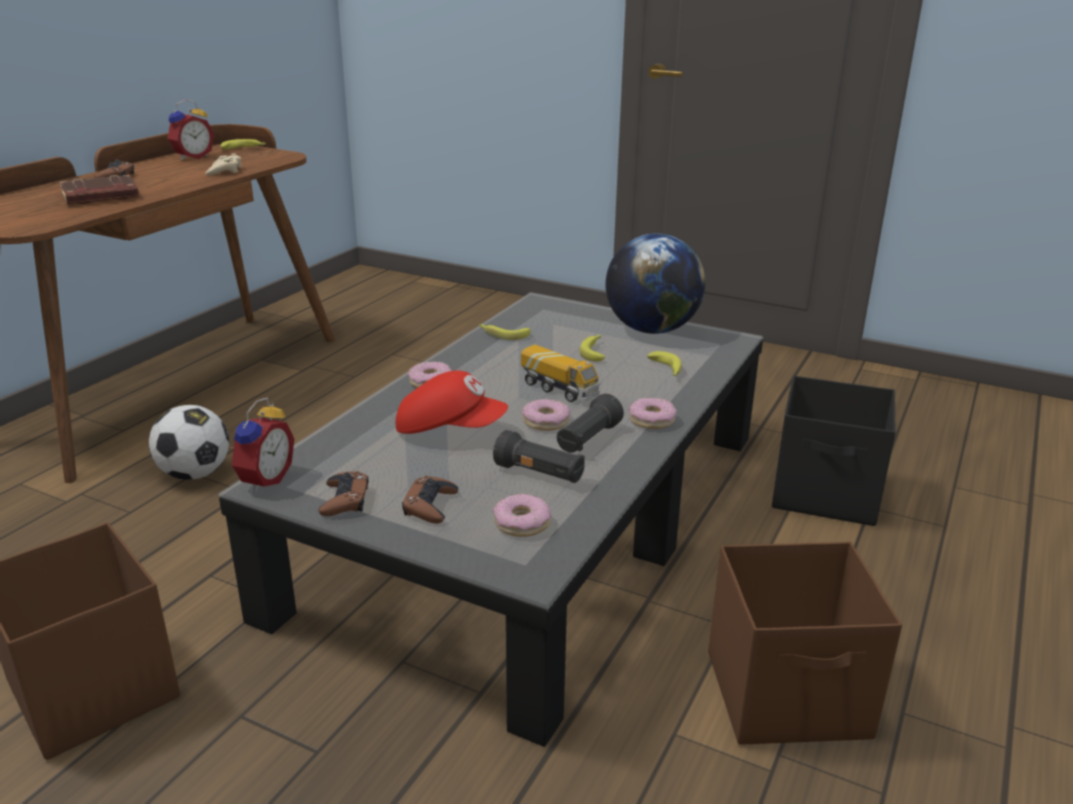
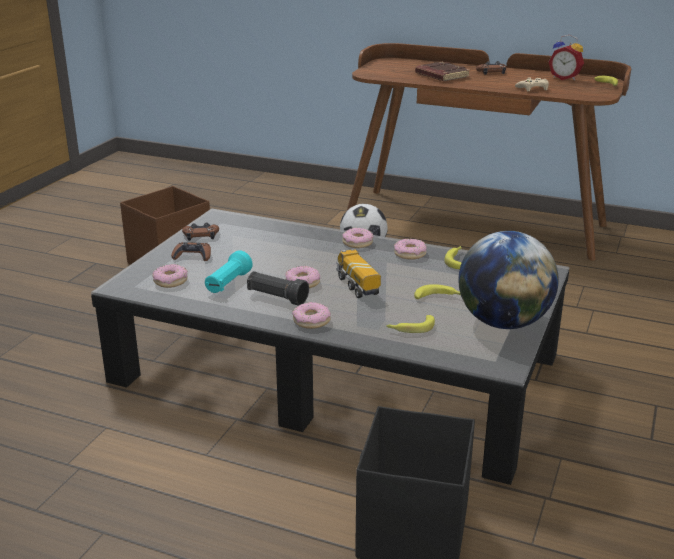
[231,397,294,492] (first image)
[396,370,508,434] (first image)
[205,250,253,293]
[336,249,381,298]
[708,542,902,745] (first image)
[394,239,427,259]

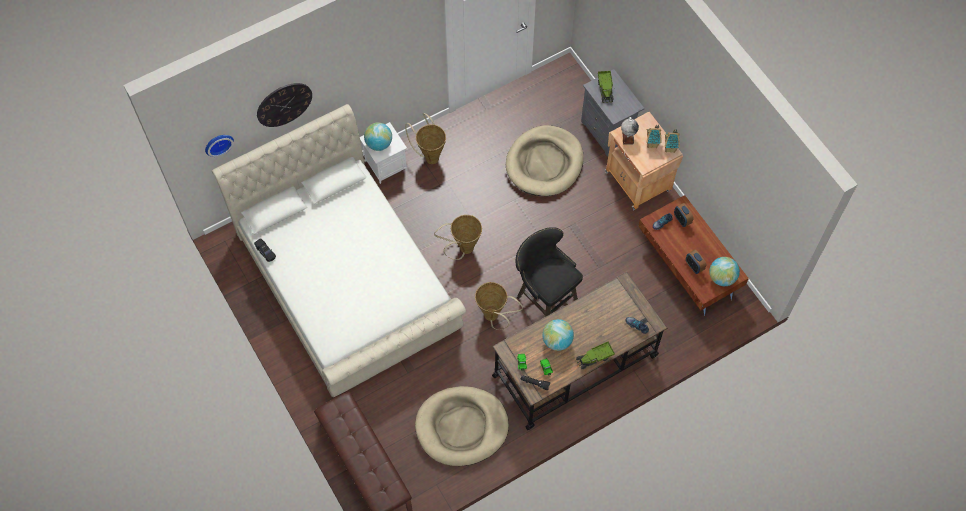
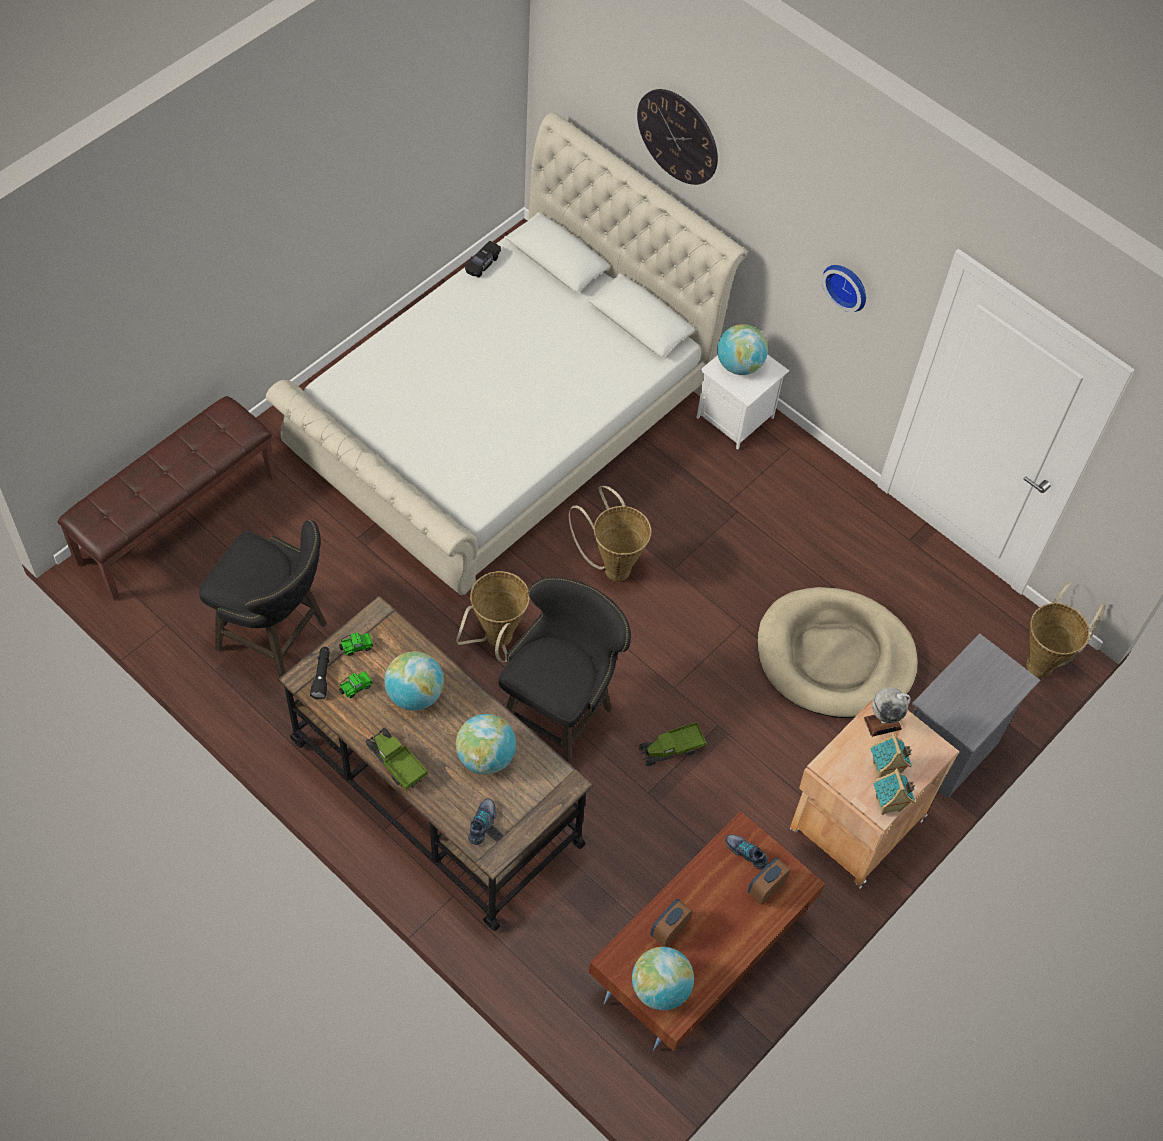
[822,265,866,312]
[1026,582,1105,678]
[199,520,327,678]
[639,722,706,767]
[456,714,516,775]

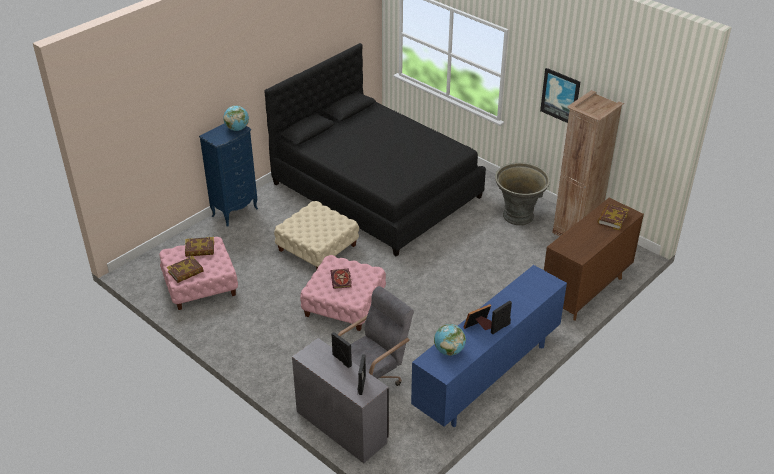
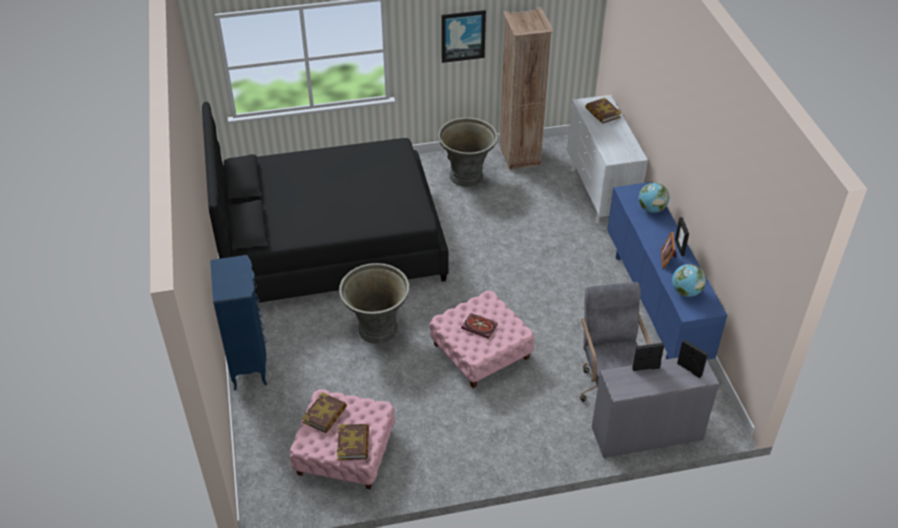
[639,183,669,213]
[339,263,409,344]
[567,95,648,223]

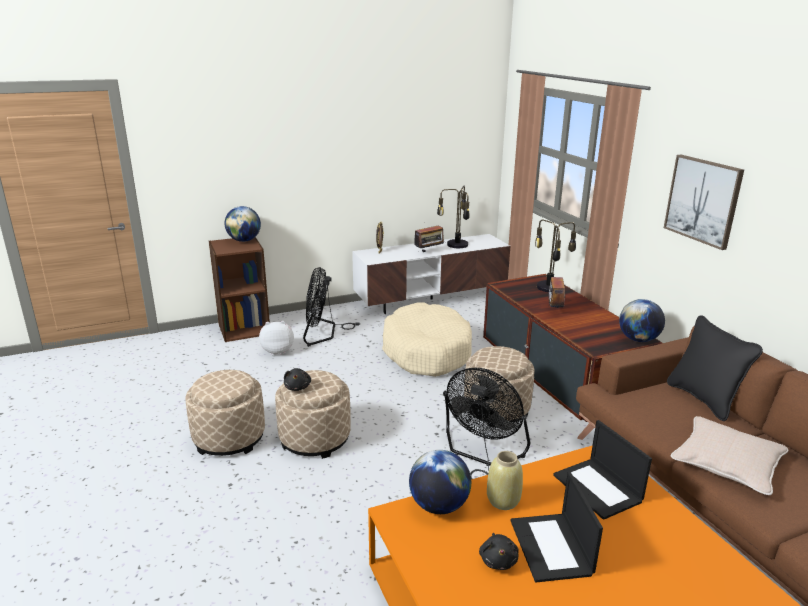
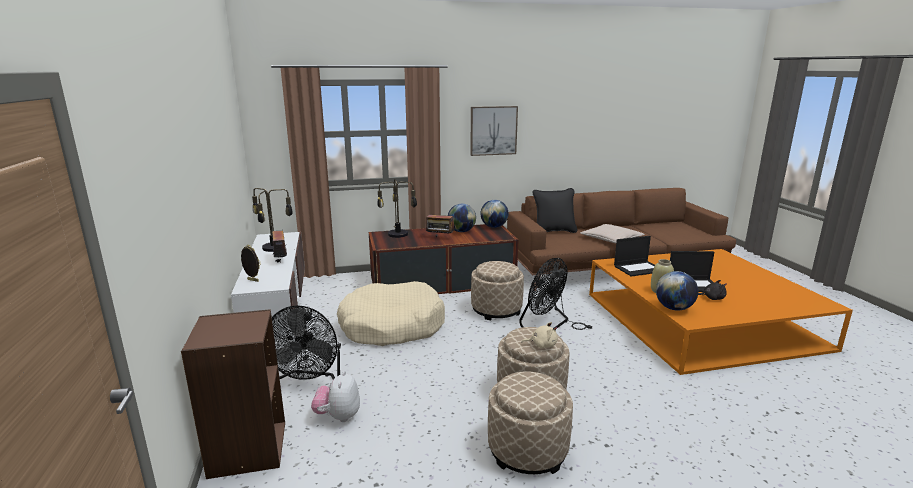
[448,204,476,232]
[521,322,558,348]

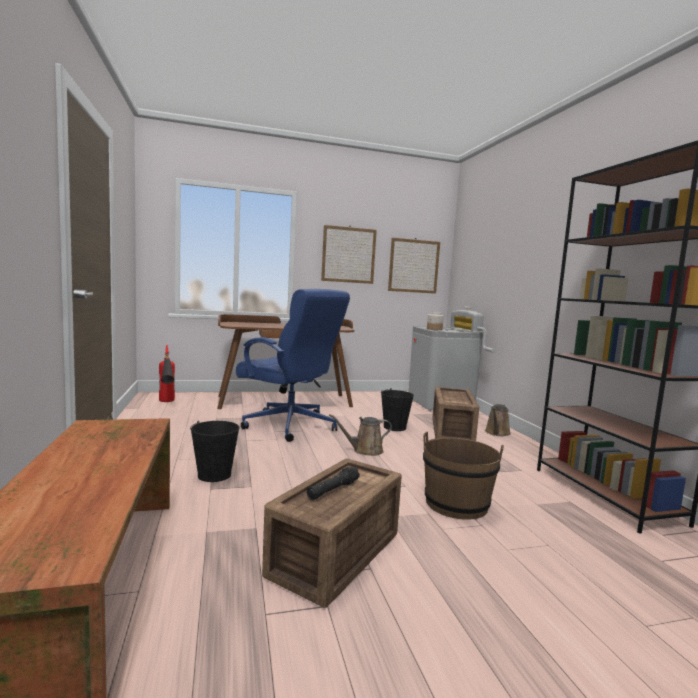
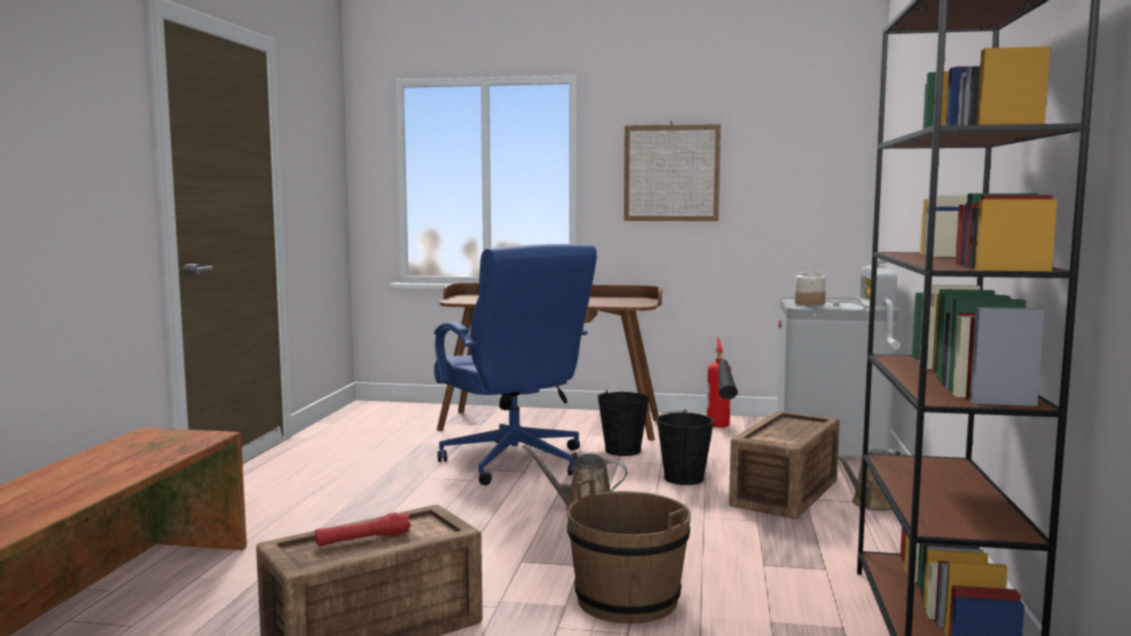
[707,338,738,428]
[597,390,649,456]
[315,512,411,546]
[388,238,440,294] (first image)

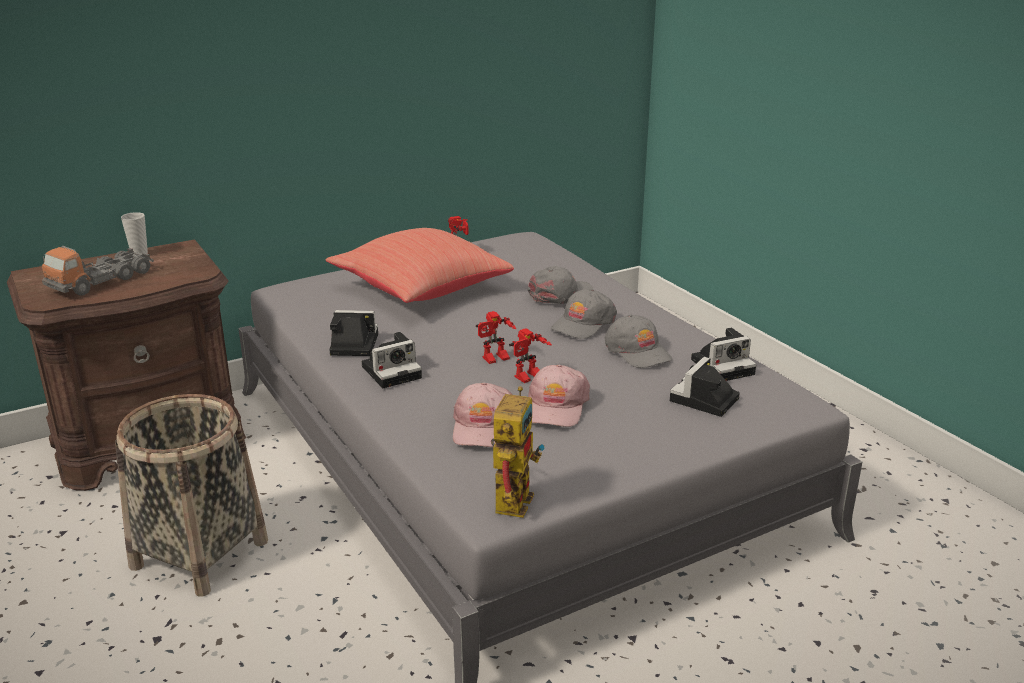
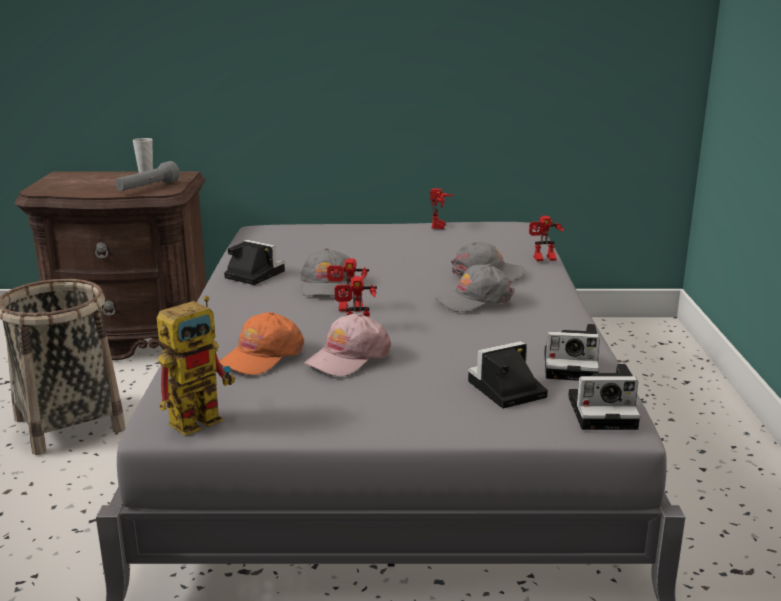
[42,246,154,296] (first image)
[326,228,514,303] (first image)
[568,364,640,430]
[219,312,304,375]
[301,248,355,297]
[115,161,180,191]
[529,216,563,261]

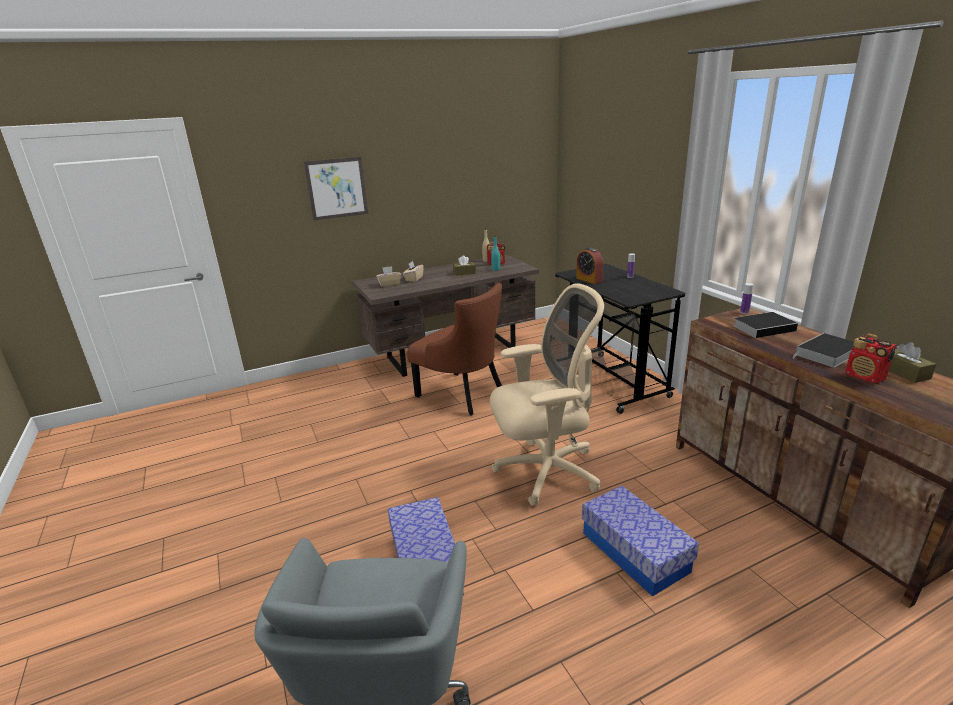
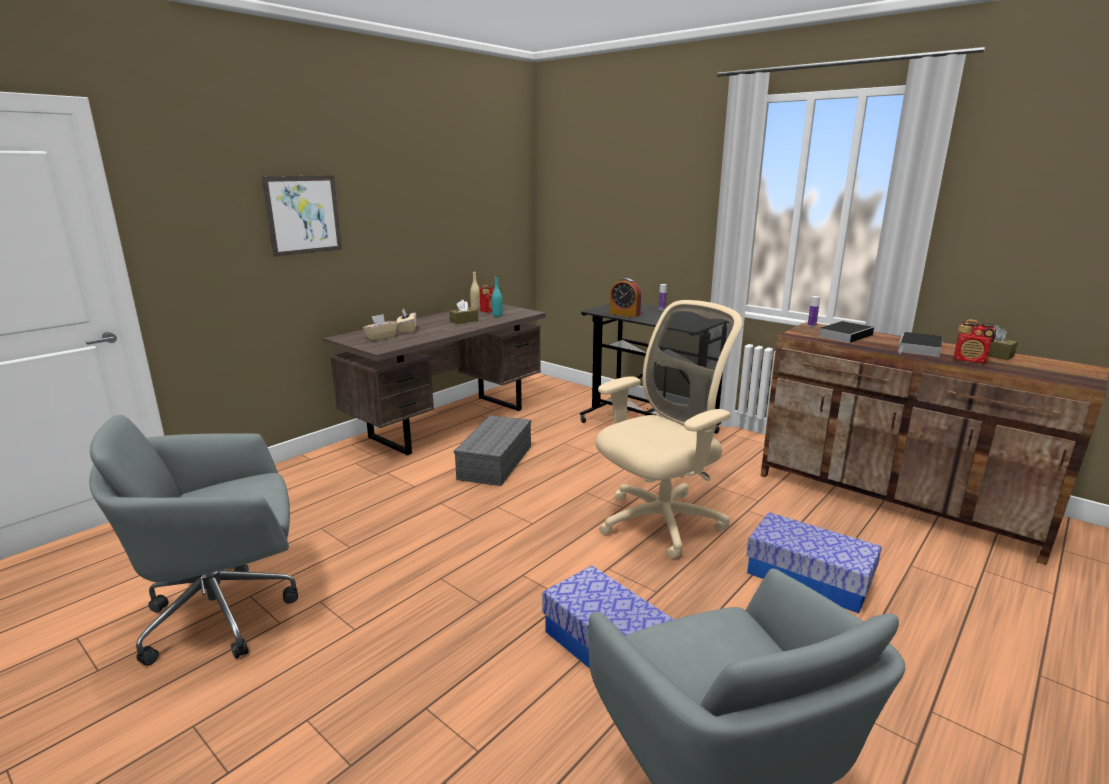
[454,415,531,486]
[89,415,298,666]

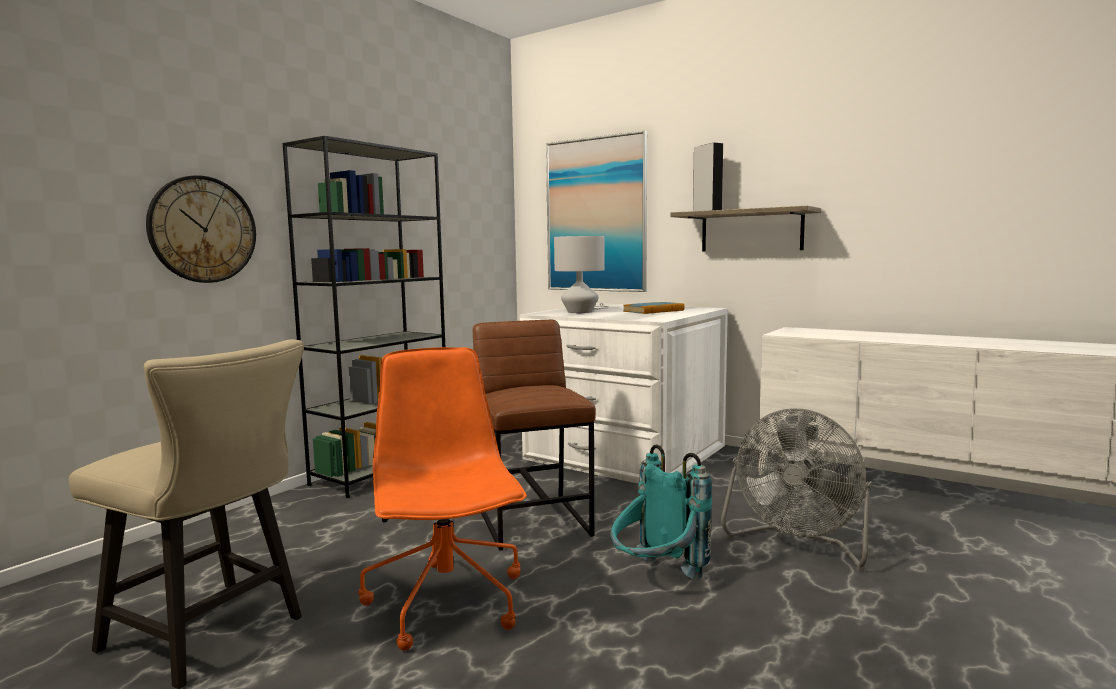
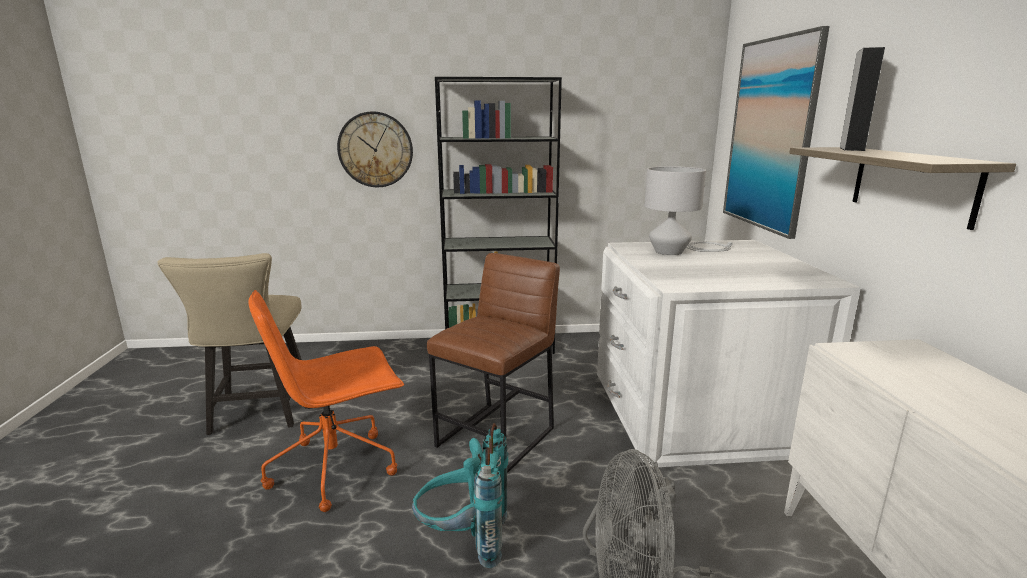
[248,290,404,512]
[623,302,684,314] (first image)

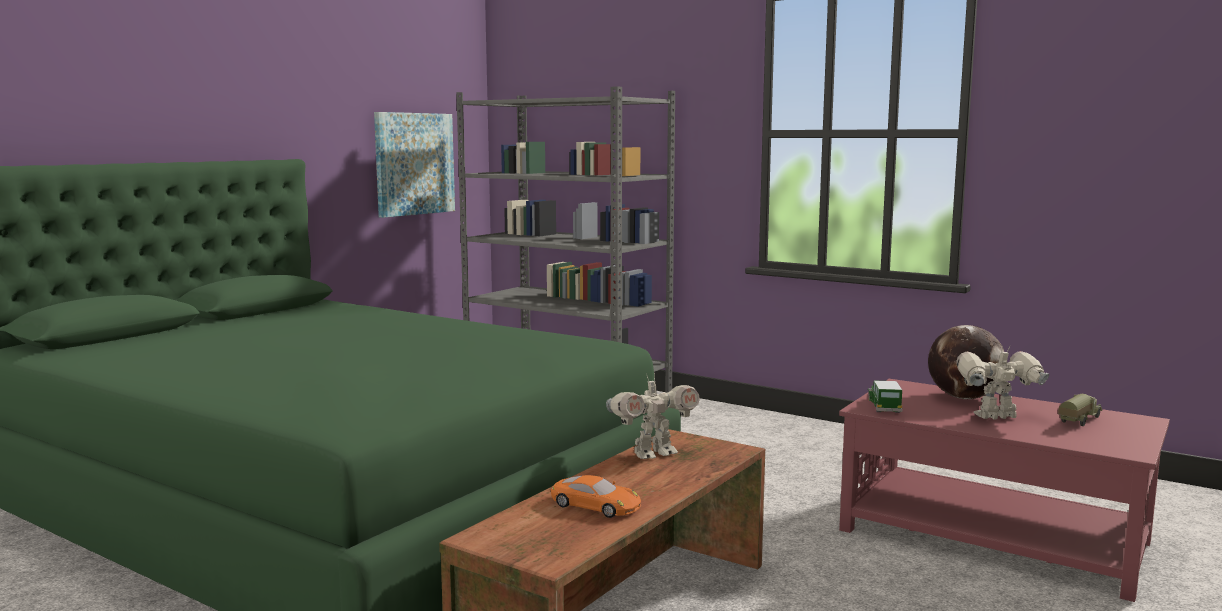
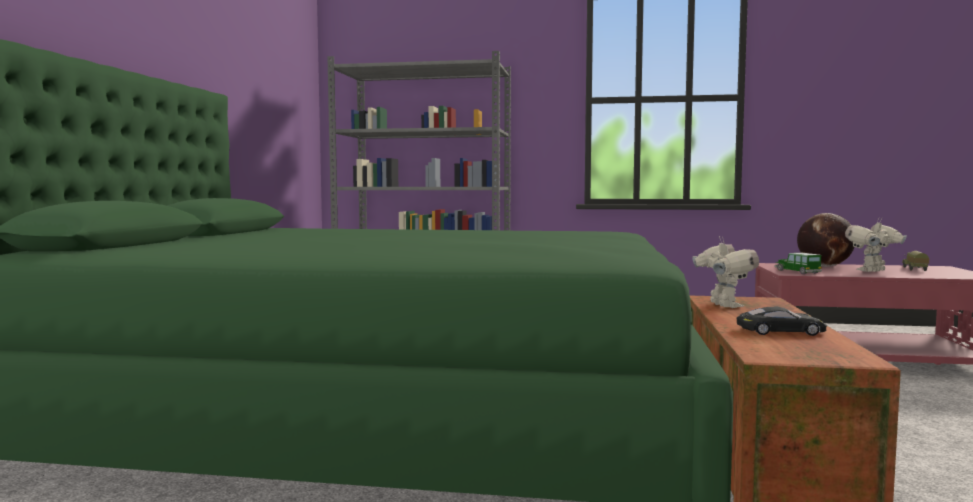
[374,112,455,218] (first image)
[737,307,827,336]
[692,236,759,308]

